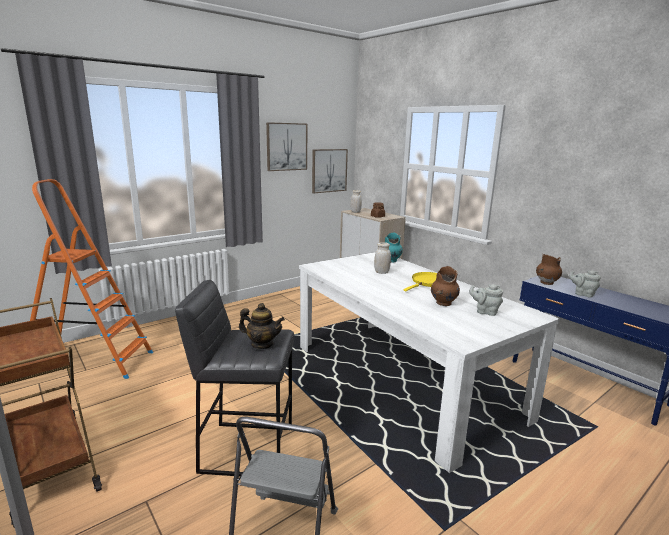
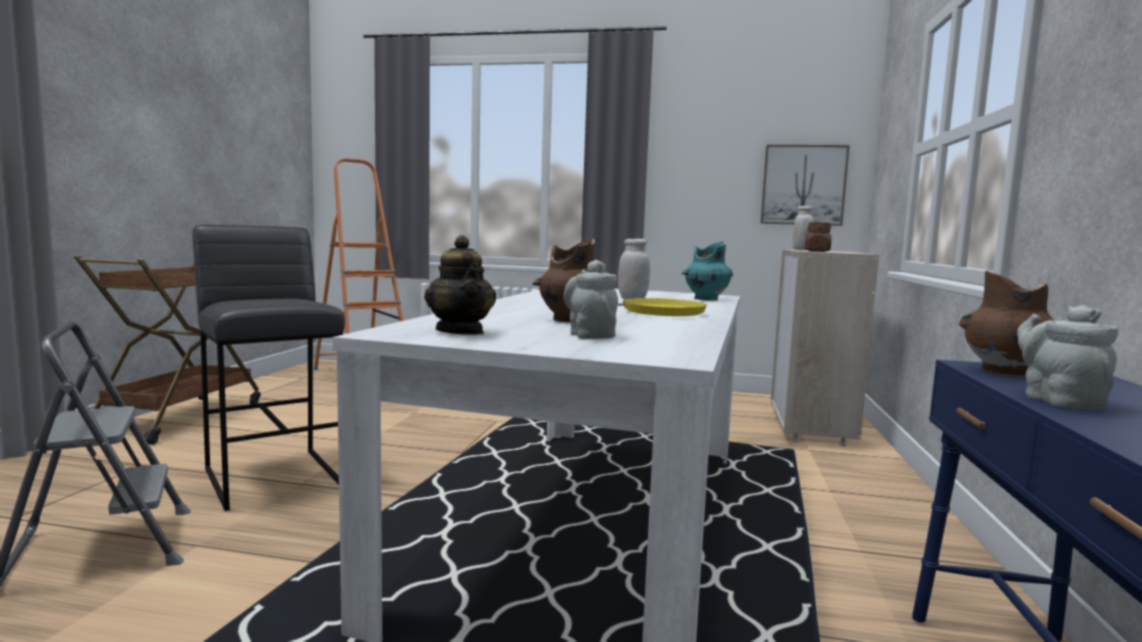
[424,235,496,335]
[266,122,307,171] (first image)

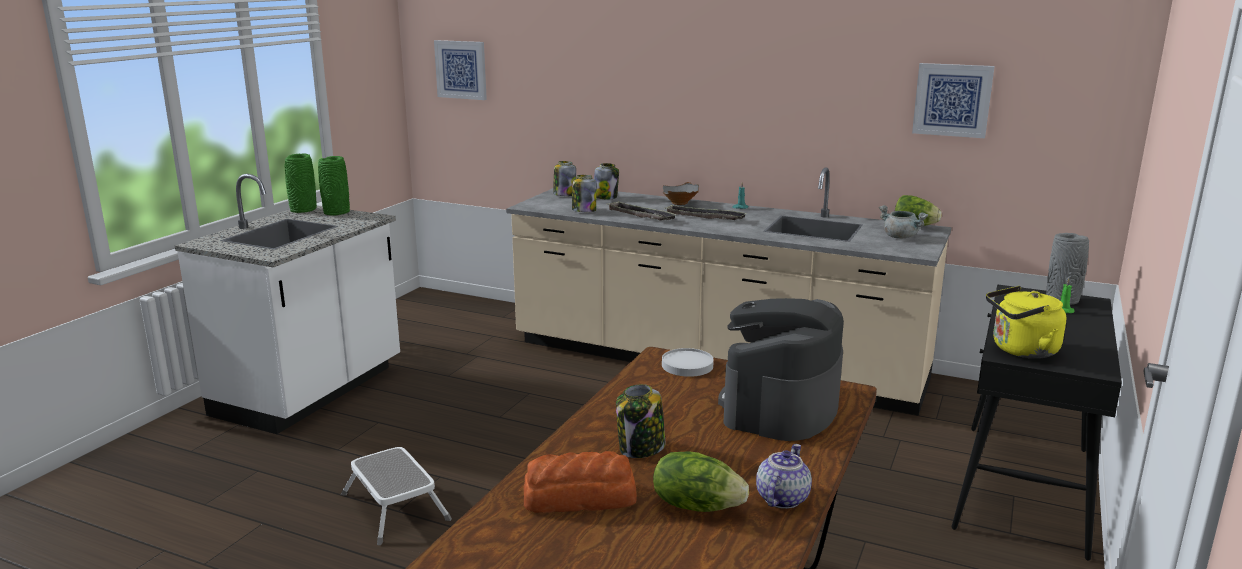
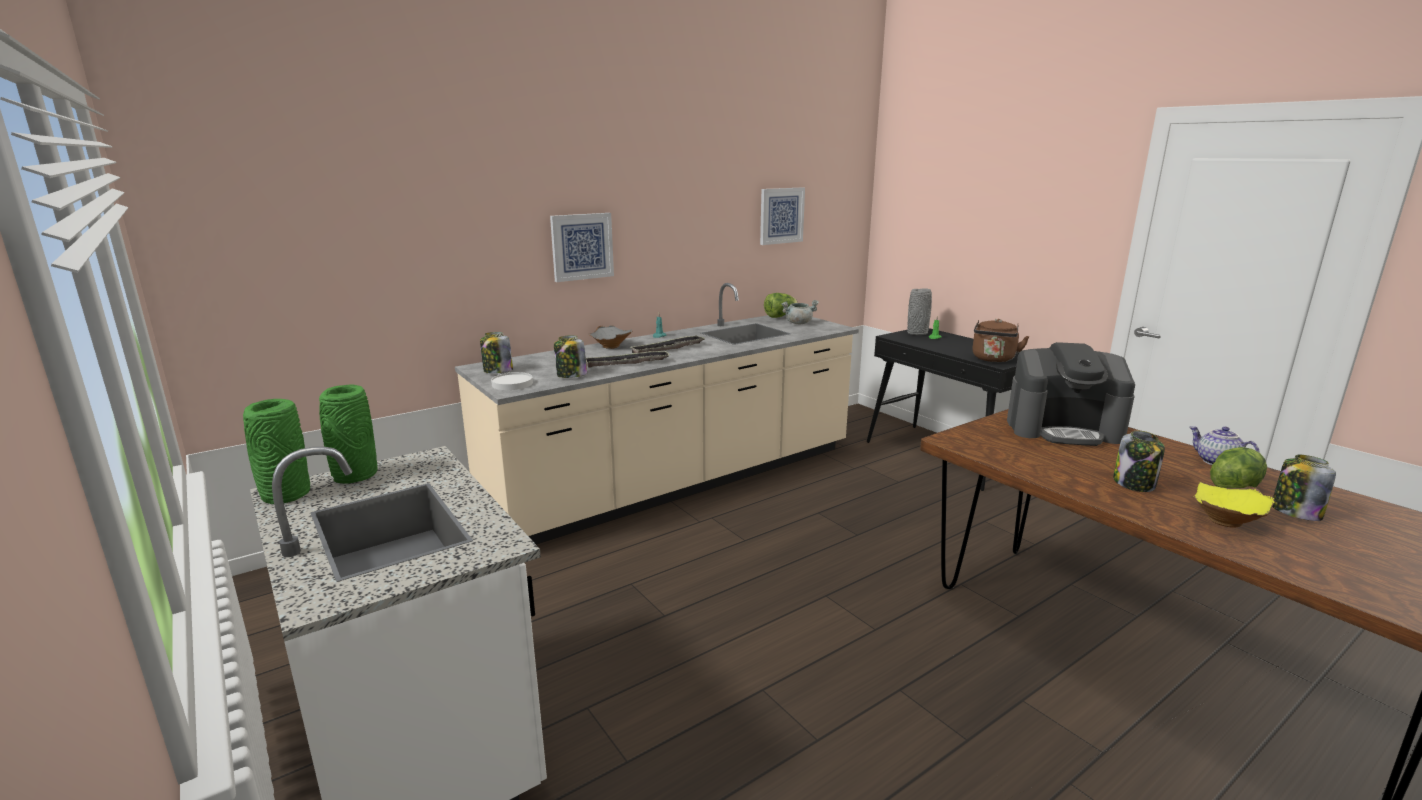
[341,447,452,545] (first image)
[550,213,614,282]
[1193,482,1275,528]
[1272,455,1336,521]
[491,372,533,390]
[1007,342,1135,446]
[972,319,1030,362]

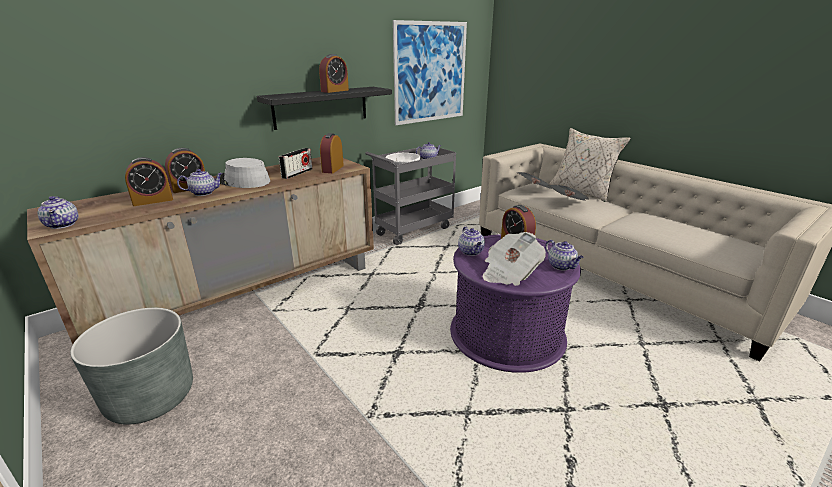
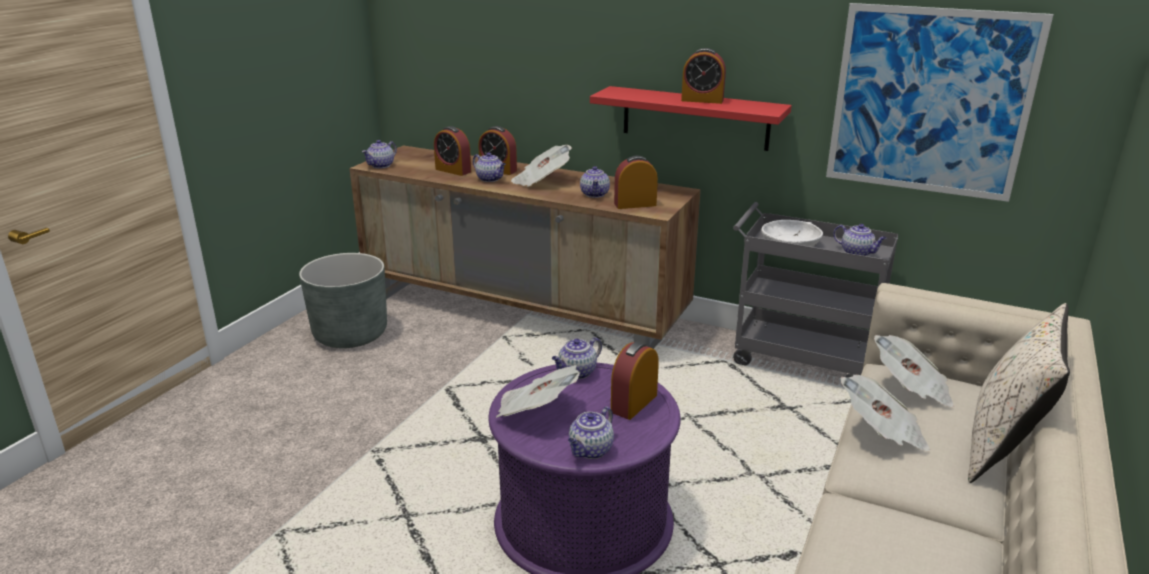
[511,145,572,187]
[590,86,792,151]
[580,166,610,198]

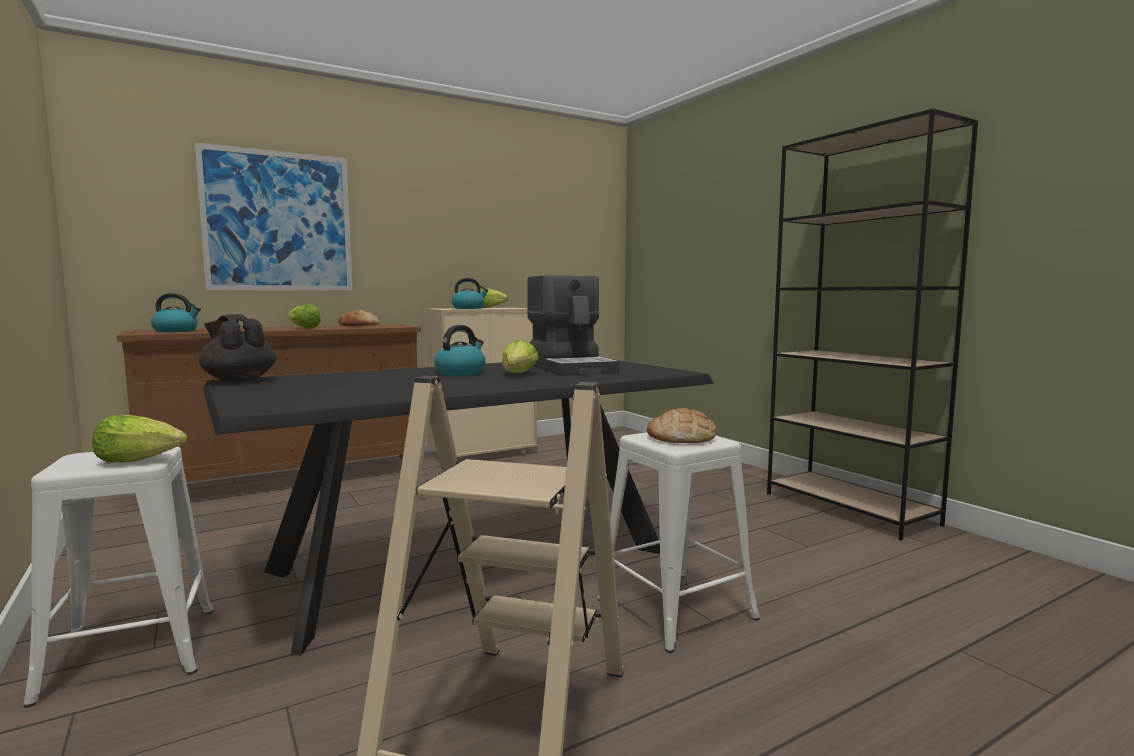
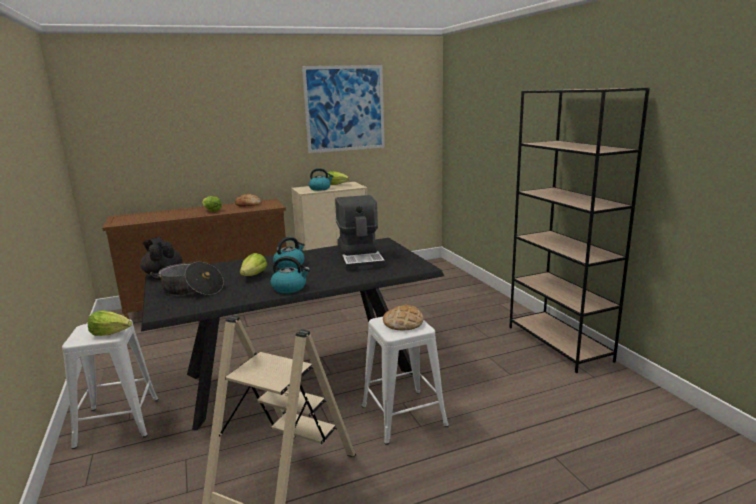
[271,256,310,293]
[302,65,385,153]
[240,253,267,276]
[150,262,224,295]

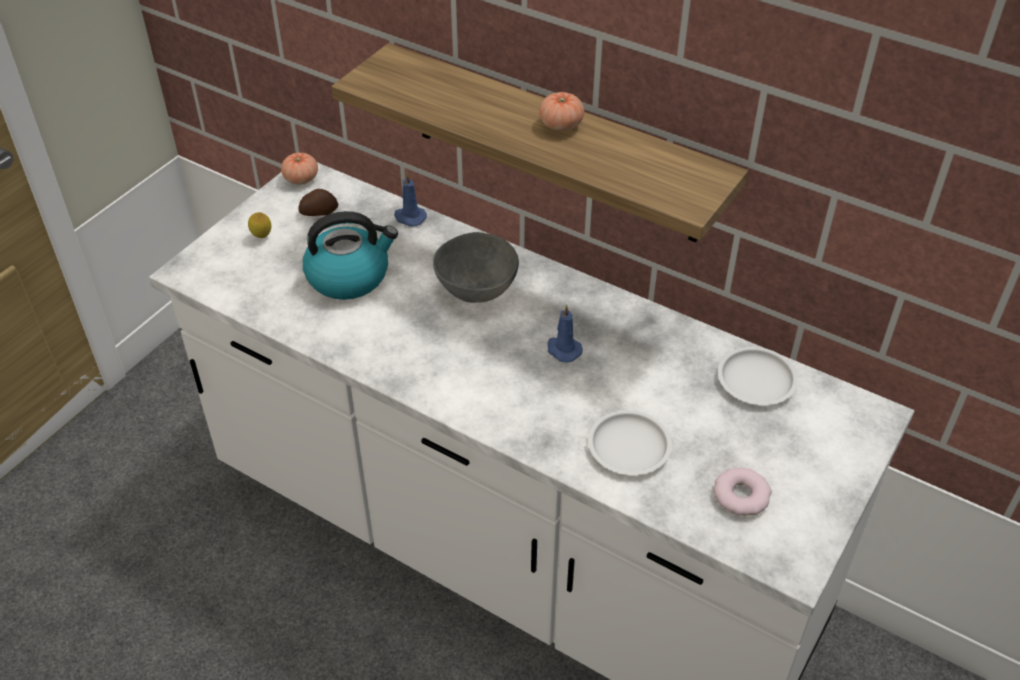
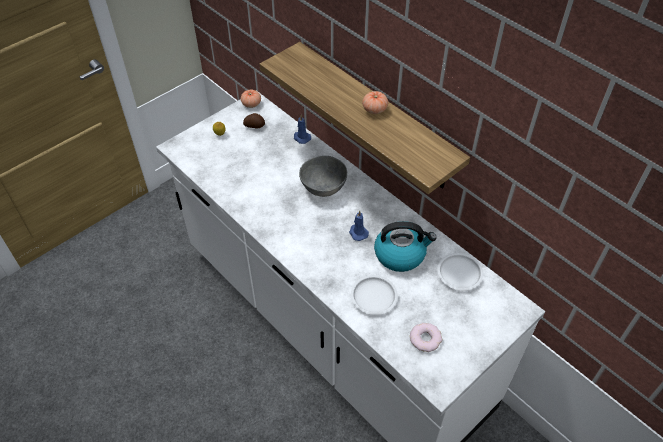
[374,221,437,272]

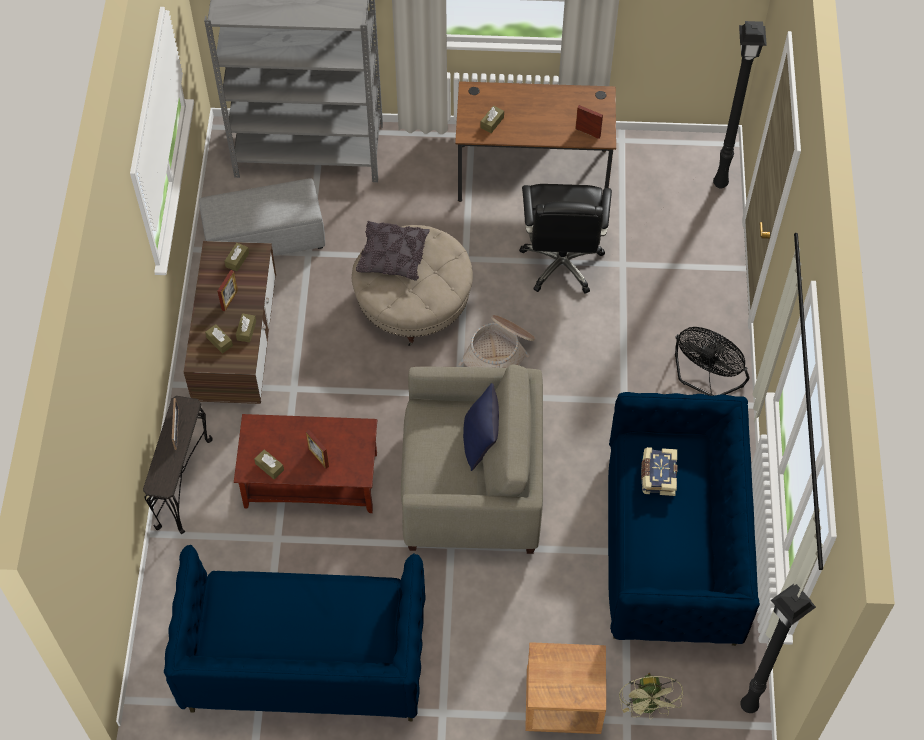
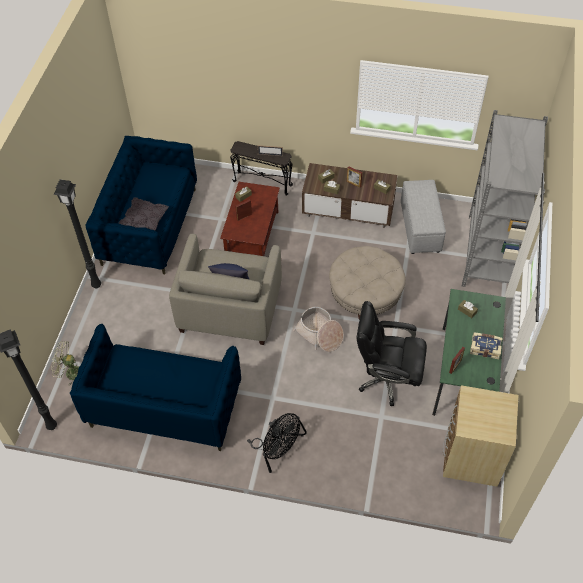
[119,197,169,230]
[432,289,506,416]
[525,642,606,734] (first image)
[470,332,502,359]
[54,179,101,288]
[443,385,518,487]

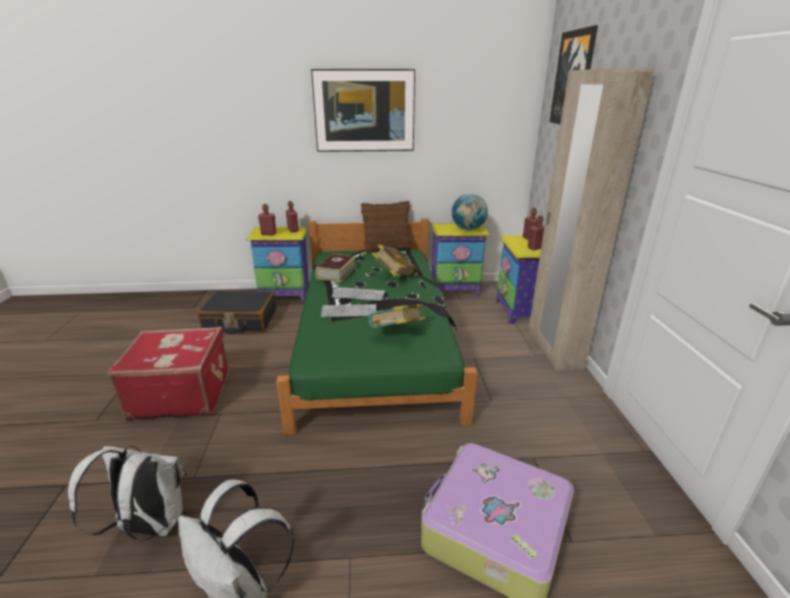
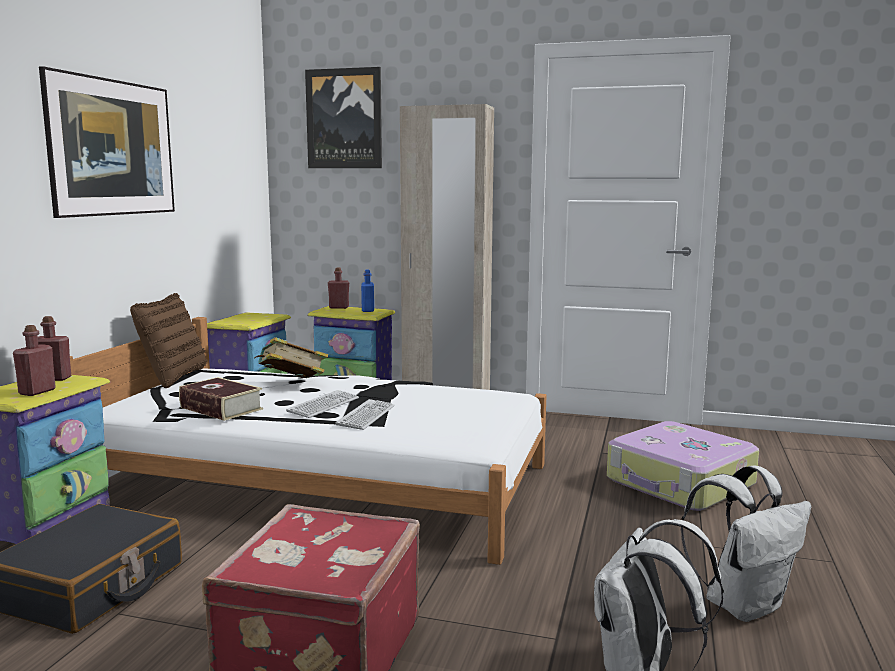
[70,317,546,565]
[369,304,426,328] (first image)
[452,194,488,230] (first image)
[361,270,374,312]

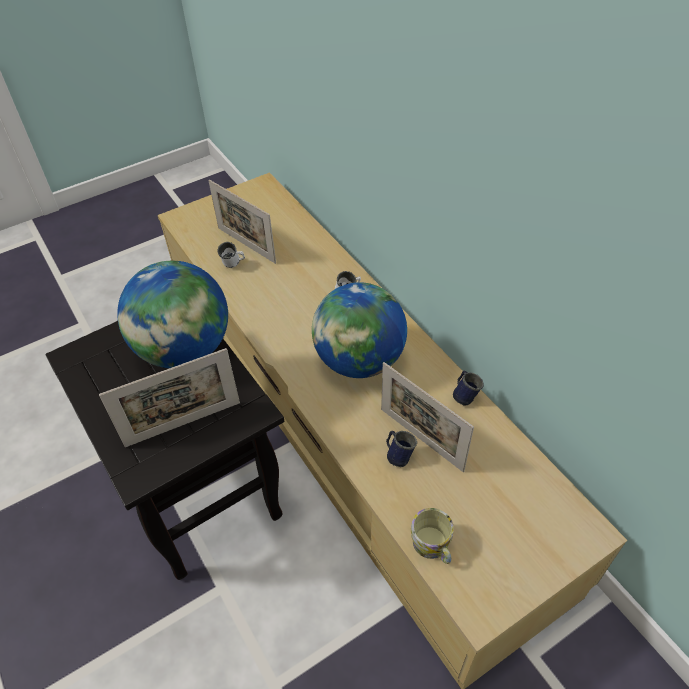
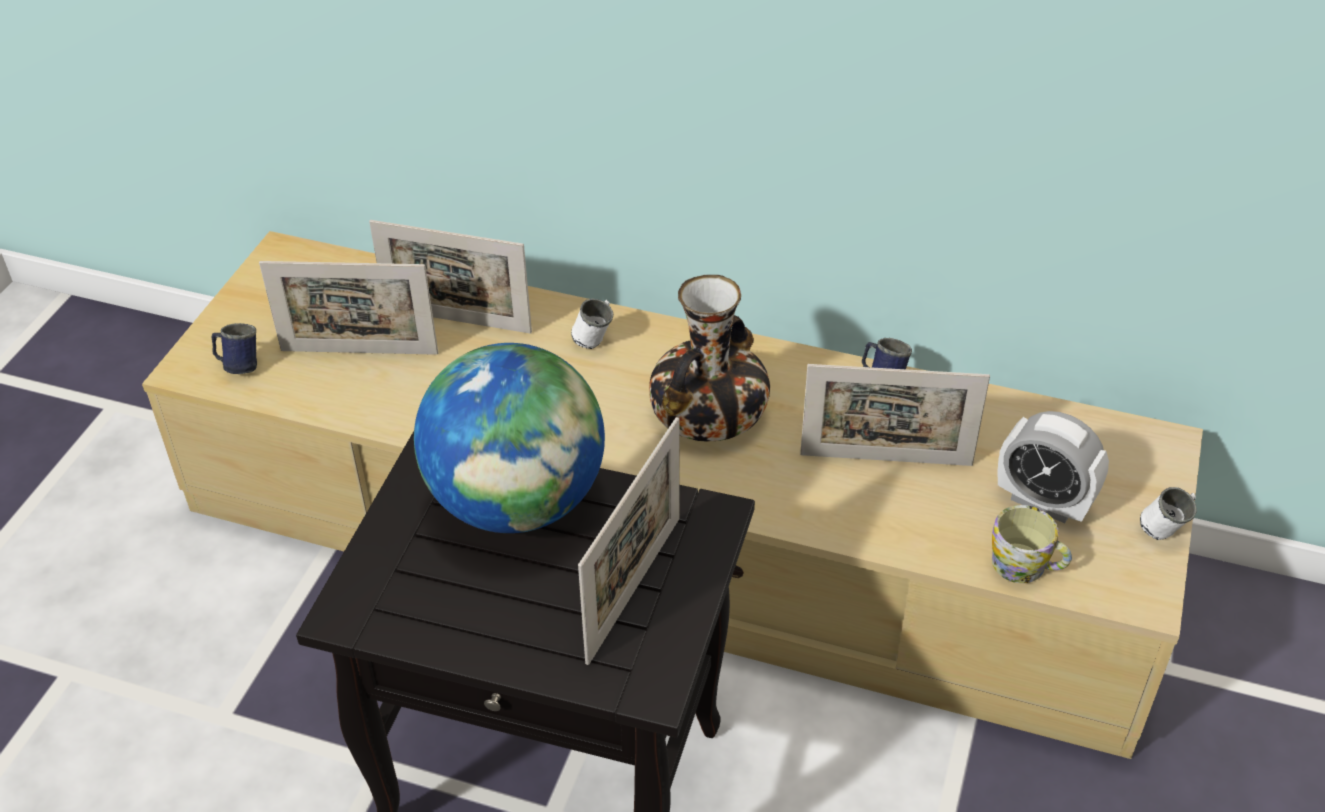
[1140,487,1197,540]
[649,275,770,442]
[211,323,257,374]
[369,220,532,334]
[997,411,1109,523]

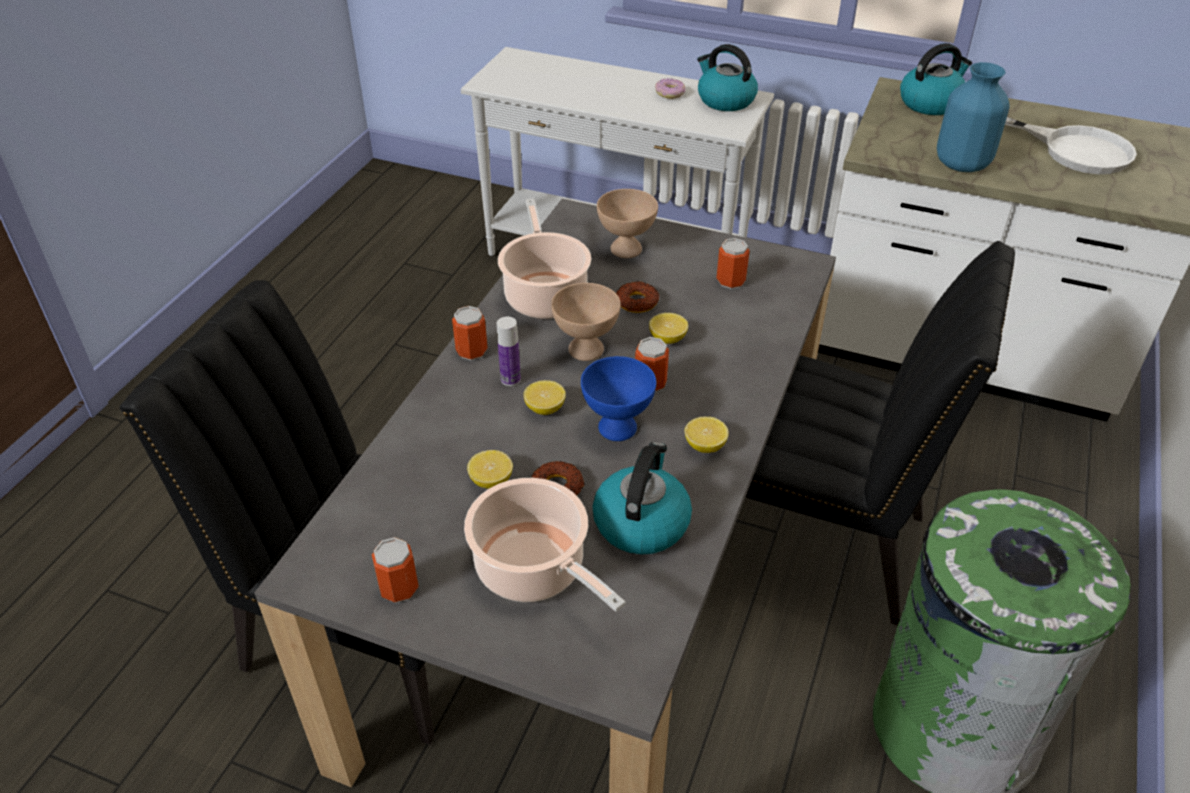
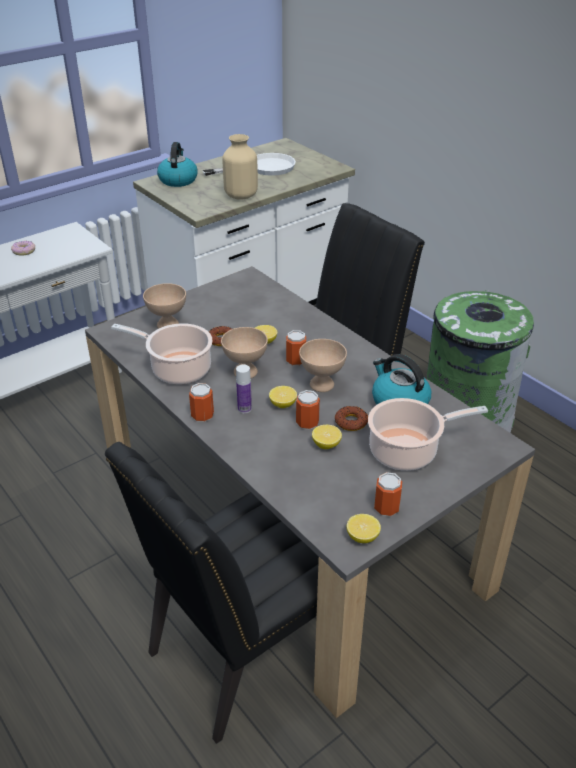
[299,339,347,392]
[347,514,381,543]
[697,44,758,111] (first image)
[296,390,320,430]
[222,134,258,200]

